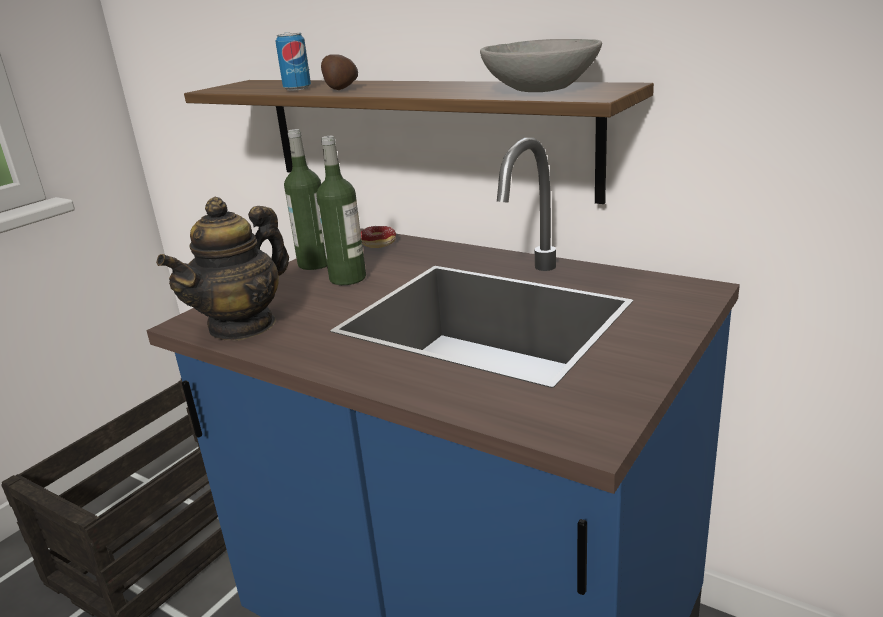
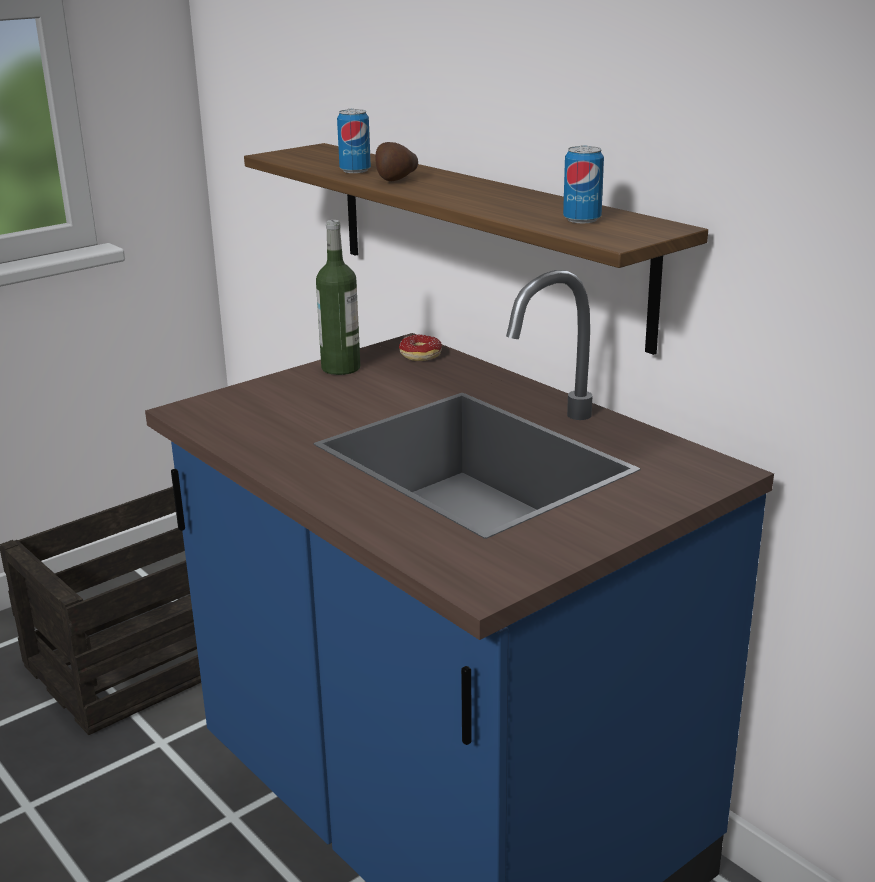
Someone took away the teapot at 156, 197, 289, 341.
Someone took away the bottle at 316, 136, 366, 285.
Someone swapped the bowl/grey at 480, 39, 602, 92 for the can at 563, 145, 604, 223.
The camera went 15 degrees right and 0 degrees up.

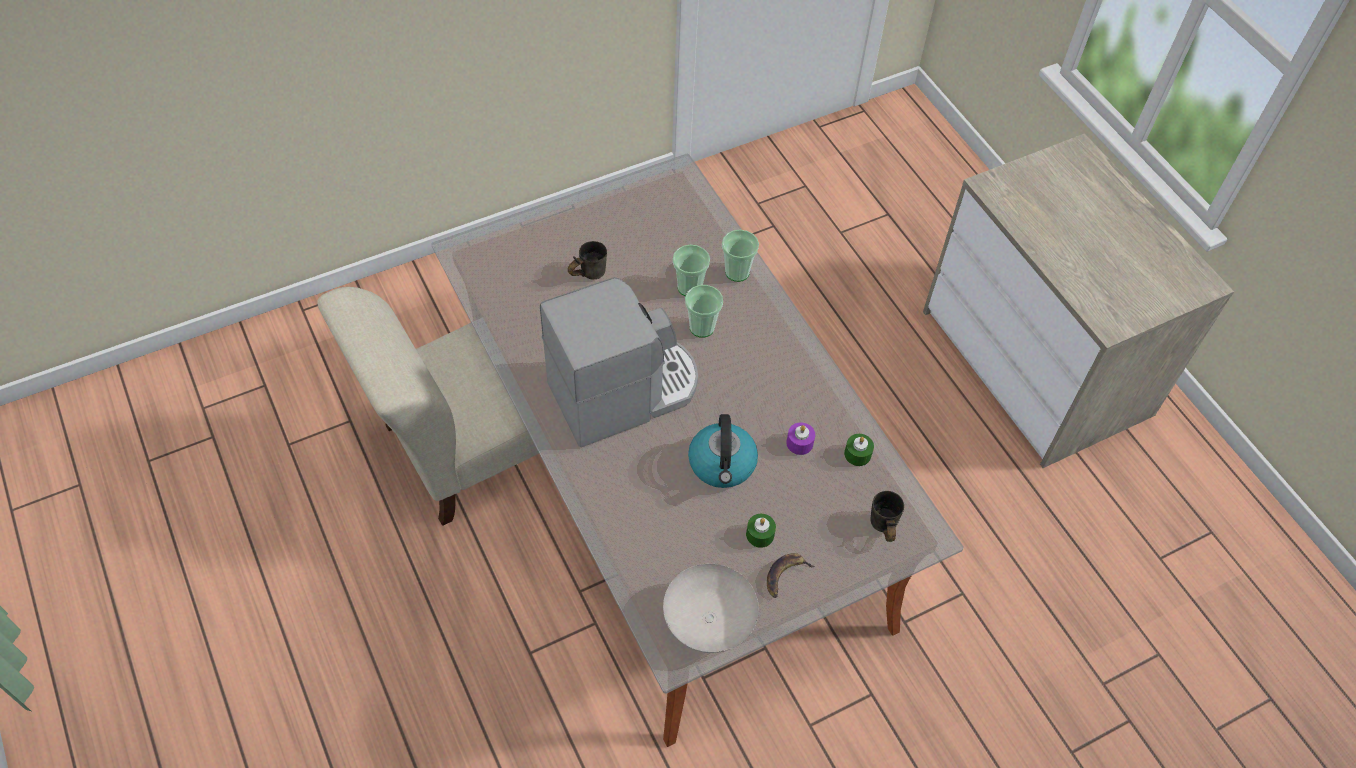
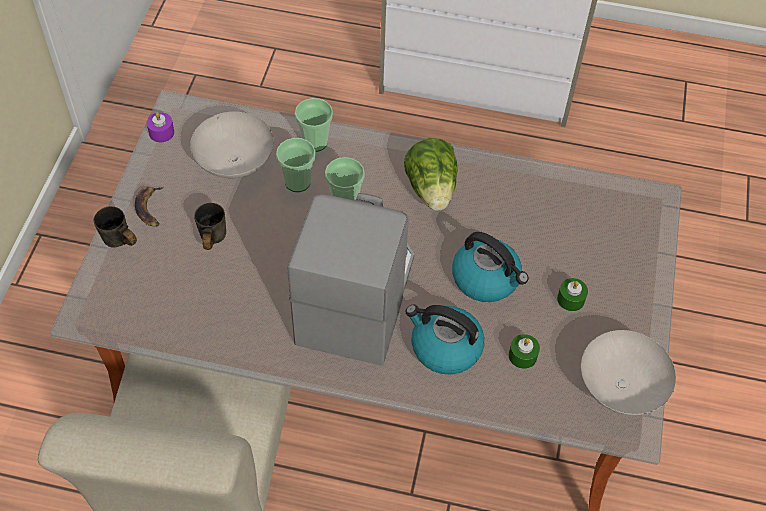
Someone carried the banana from 767, 553, 815, 598 to 135, 186, 164, 226.
Someone carried the candle/purple from 786, 422, 815, 455 to 147, 112, 174, 142.
Someone carried the candle/green from 844, 434, 874, 466 to 509, 334, 540, 369.
Someone carried the mug/grey from 870, 491, 904, 542 to 94, 206, 137, 248.
Someone put down the bowl/white at 190, 112, 274, 178.
Someone put down the lettuce at 404, 138, 458, 211.
Someone put down the kettle at 405, 304, 484, 375.
The camera went 50 degrees left and 0 degrees up.

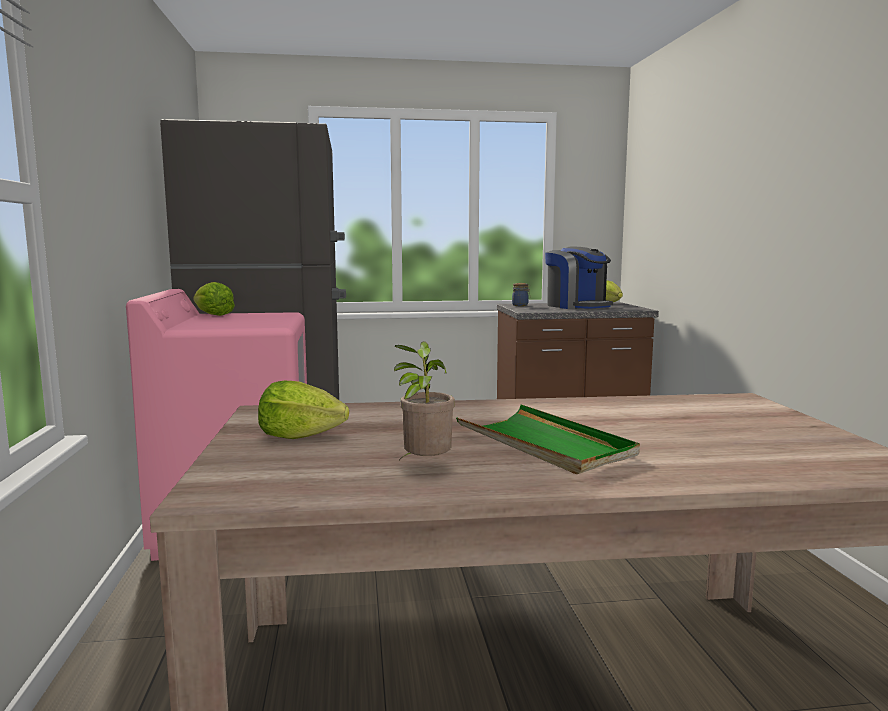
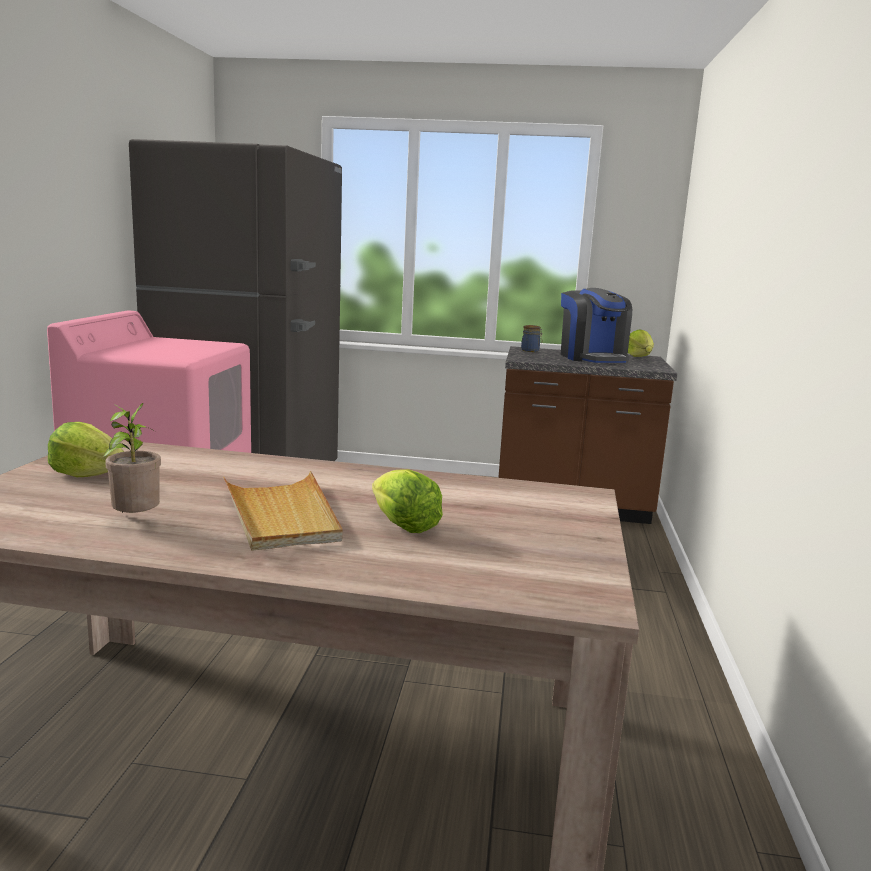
Someone carried the lettuce from 193, 282, 235, 316 to 372, 469, 443, 533.
Someone repainted the tray/green at 456, 405, 640, 474, which became the tray/beige at 223, 471, 342, 551.
The camera went 15 degrees right and 5 degrees up.

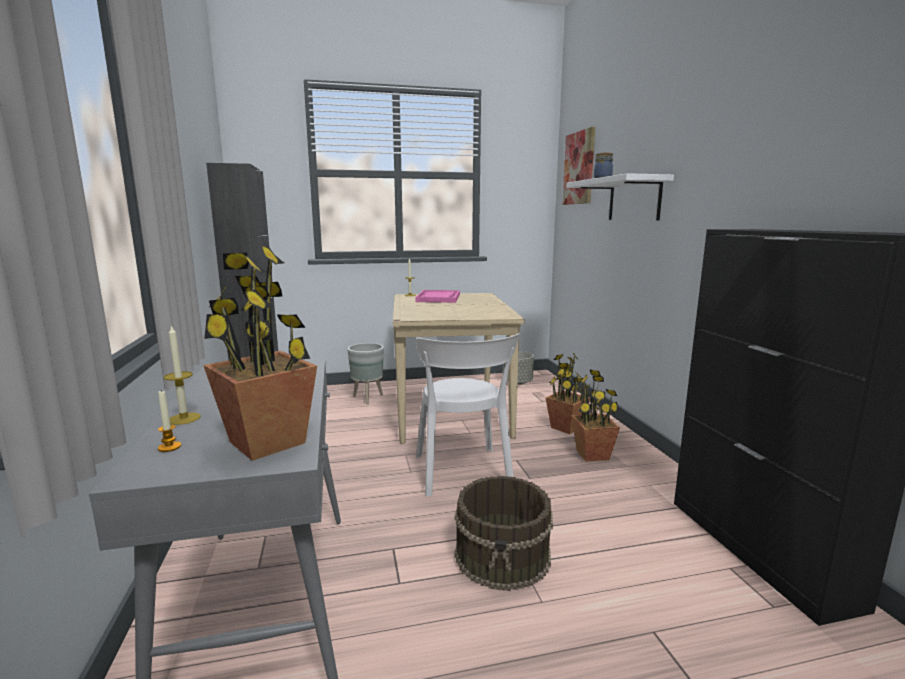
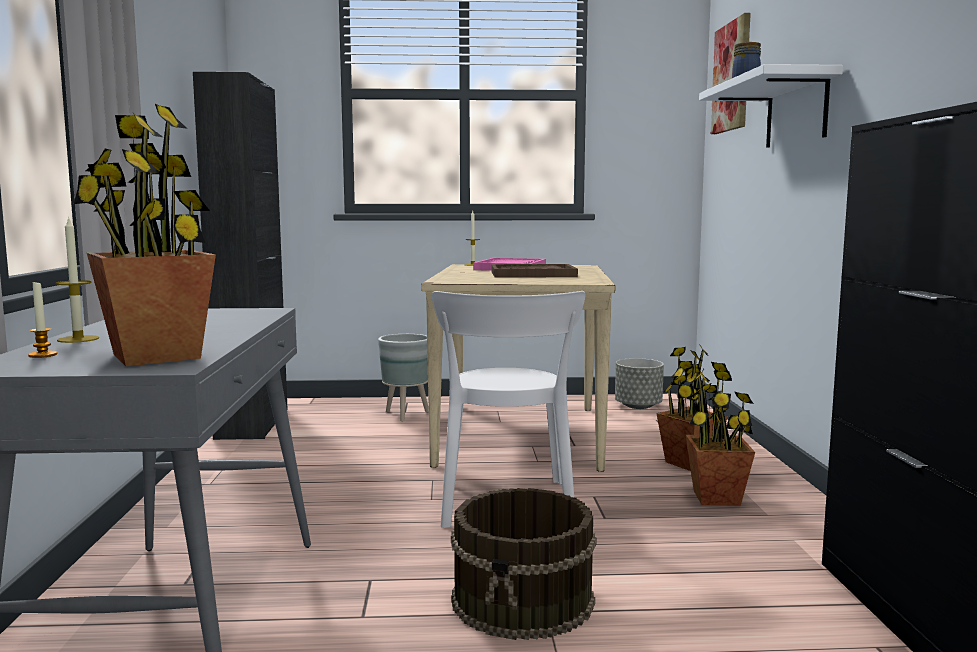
Someone put down the tray/brown at 491, 264, 578, 278.
The camera went 10 degrees right and 5 degrees down.

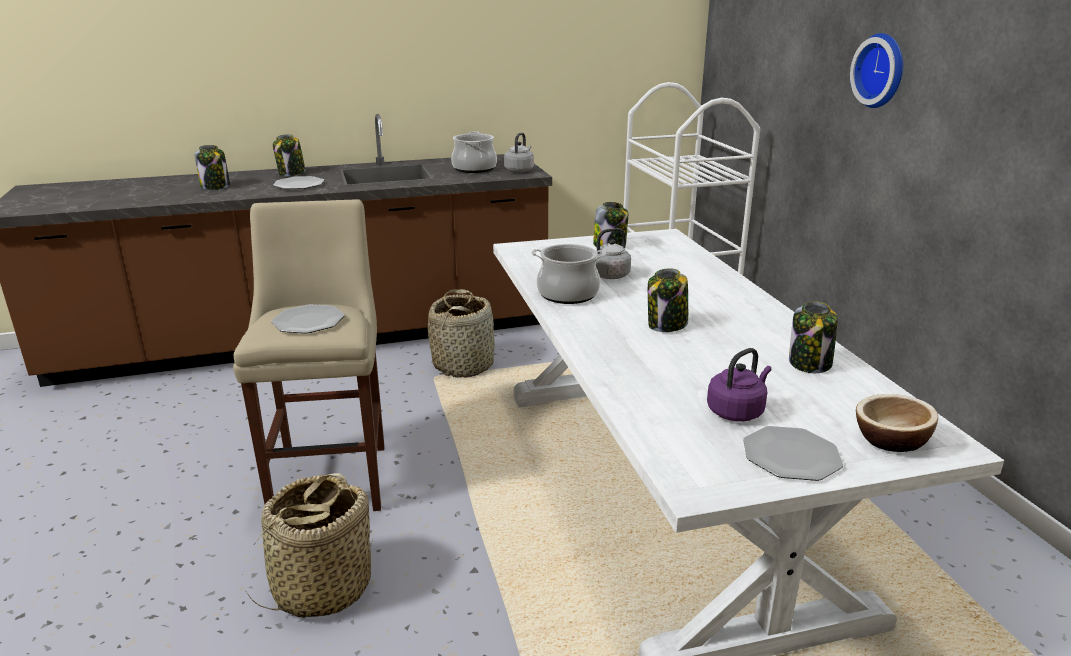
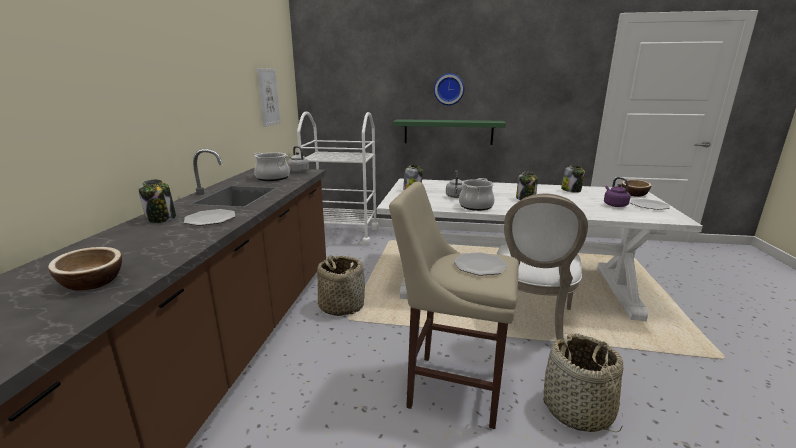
Someone took away the jar at 195, 145, 230, 190.
Someone put down the bowl at 48, 247, 122, 291.
Someone put up the picture at 257, 68, 281, 127.
Someone put up the shelf/green at 393, 119, 506, 145.
Someone put down the chair/white at 496, 194, 588, 340.
The camera went 65 degrees left and 5 degrees down.

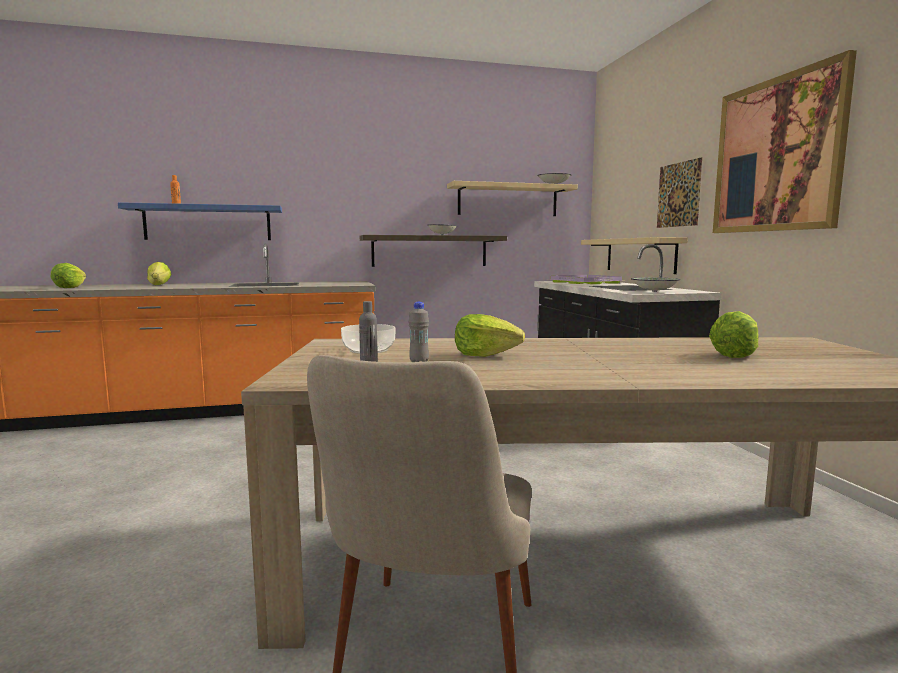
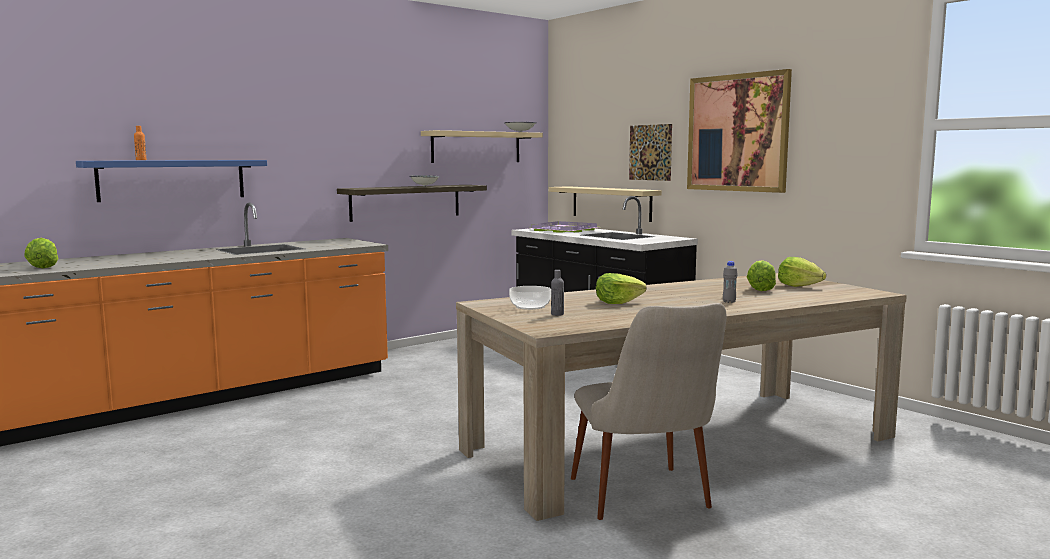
Someone carried the lettuce from 147, 262, 171, 285 to 778, 257, 826, 287.
Someone carried the bottle/grey from 408, 302, 429, 362 to 723, 261, 738, 303.
Someone took away the bowl at 631, 277, 680, 292.
The camera went 25 degrees left and 0 degrees up.

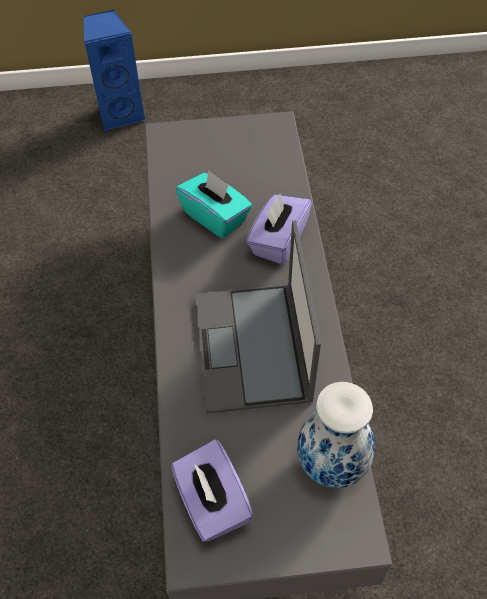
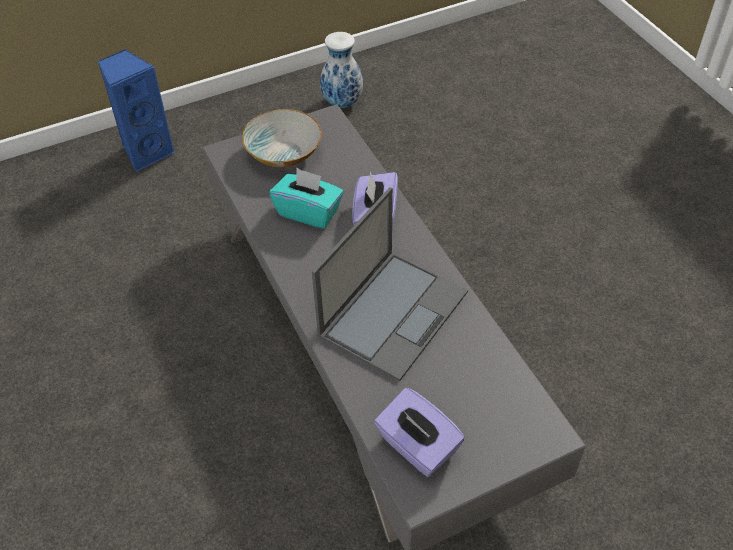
Someone rotated the laptop at 196, 221, 321, 414 by 120 degrees counterclockwise.
Someone carried the vase from 297, 382, 375, 488 to 320, 32, 363, 108.
Someone put down the bowl at 242, 109, 322, 167.
The camera went 20 degrees left and 5 degrees down.

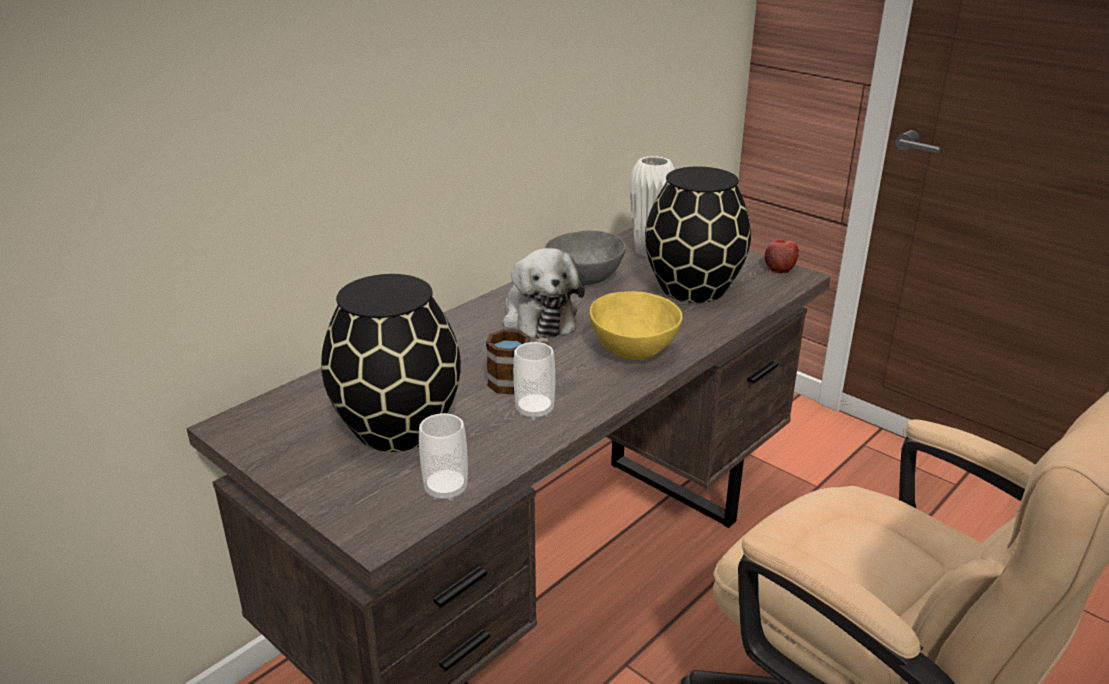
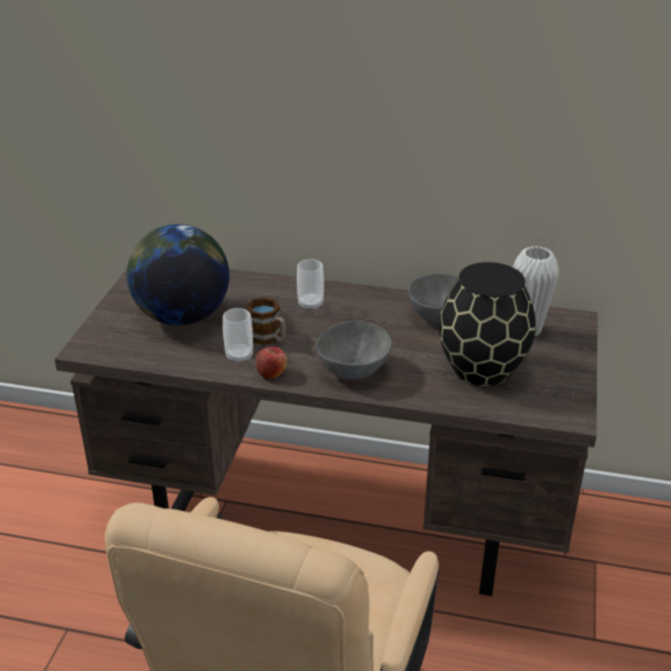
Someone swapped the vase/black at 321, 274, 461, 452 for the globe at 127, 224, 229, 326.
Someone carried the cup from 419, 413, 468, 501 to 297, 259, 324, 310.
Someone took away the plush toy at 503, 248, 585, 339.
Someone repainted the bowl/yellow at 590, 291, 683, 360, which became the bowl/grey at 317, 321, 392, 379.
Someone carried the apple from 765, 240, 799, 273 to 256, 347, 287, 379.
The camera went 60 degrees right and 5 degrees up.

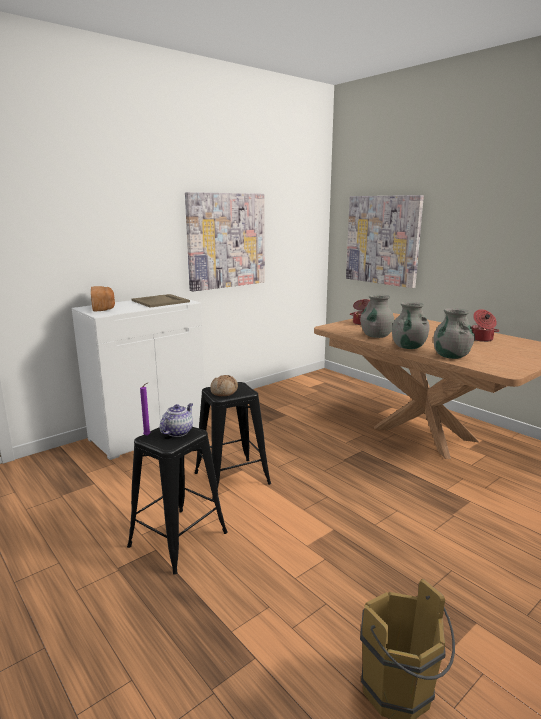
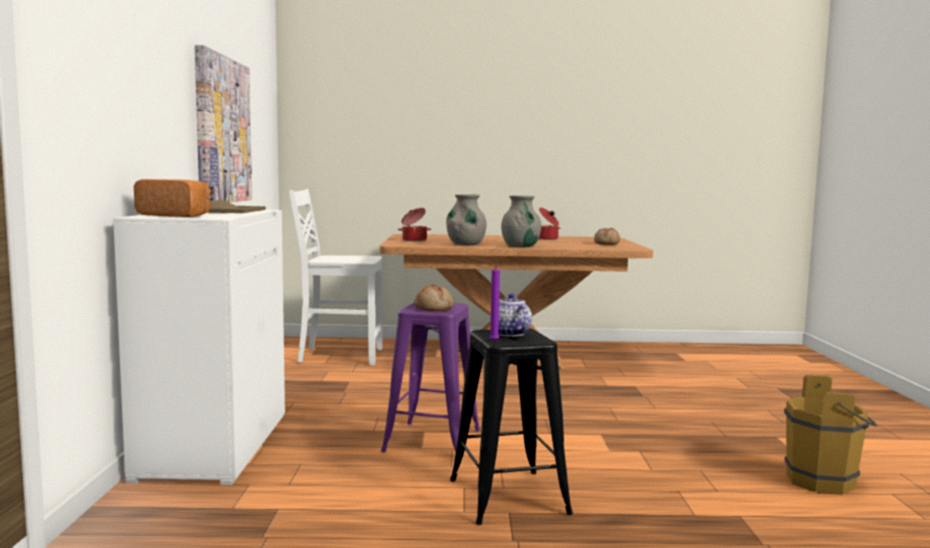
Someone repainted the stool/black at 194, 382, 271, 500, which became the stool/purple at 381, 303, 480, 452.
Someone took away the picture at 346, 195, 424, 288.
Someone took away the vase/grey at 434, 308, 475, 359.
Someone put down the chair/white at 289, 189, 382, 365.
Someone put down the bread at 594, 228, 620, 245.
The camera went 50 degrees left and 10 degrees down.

